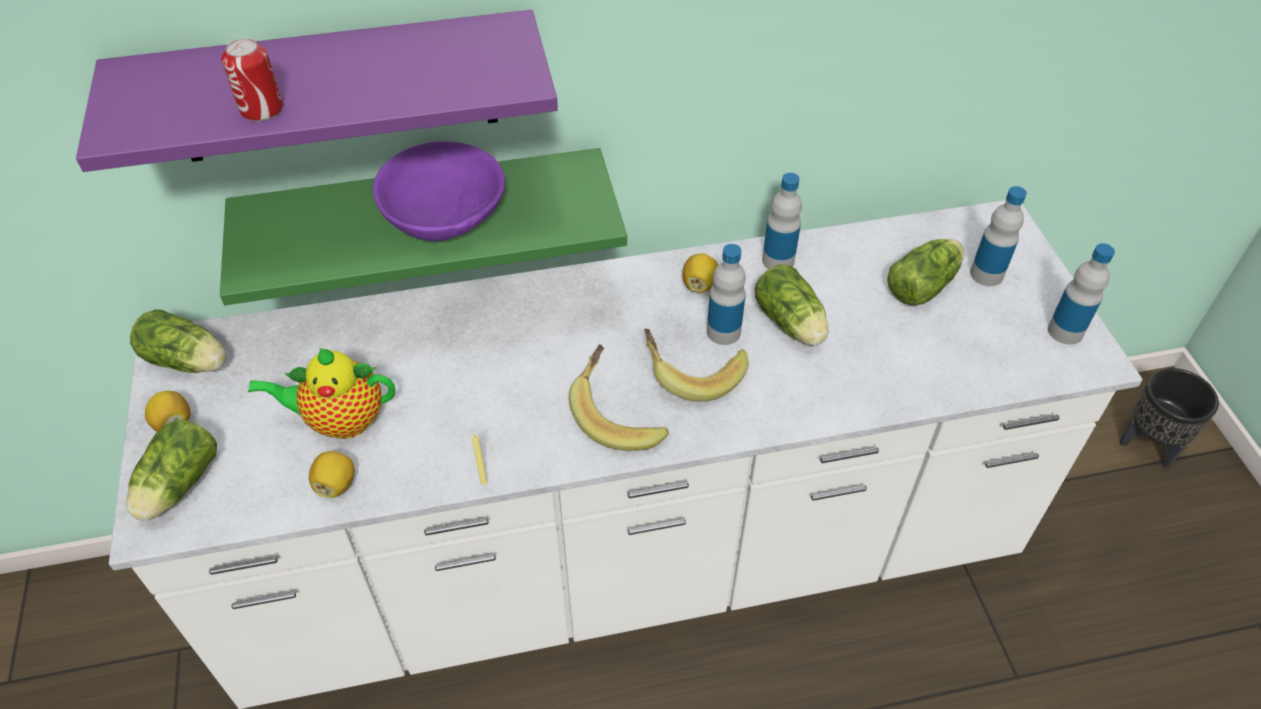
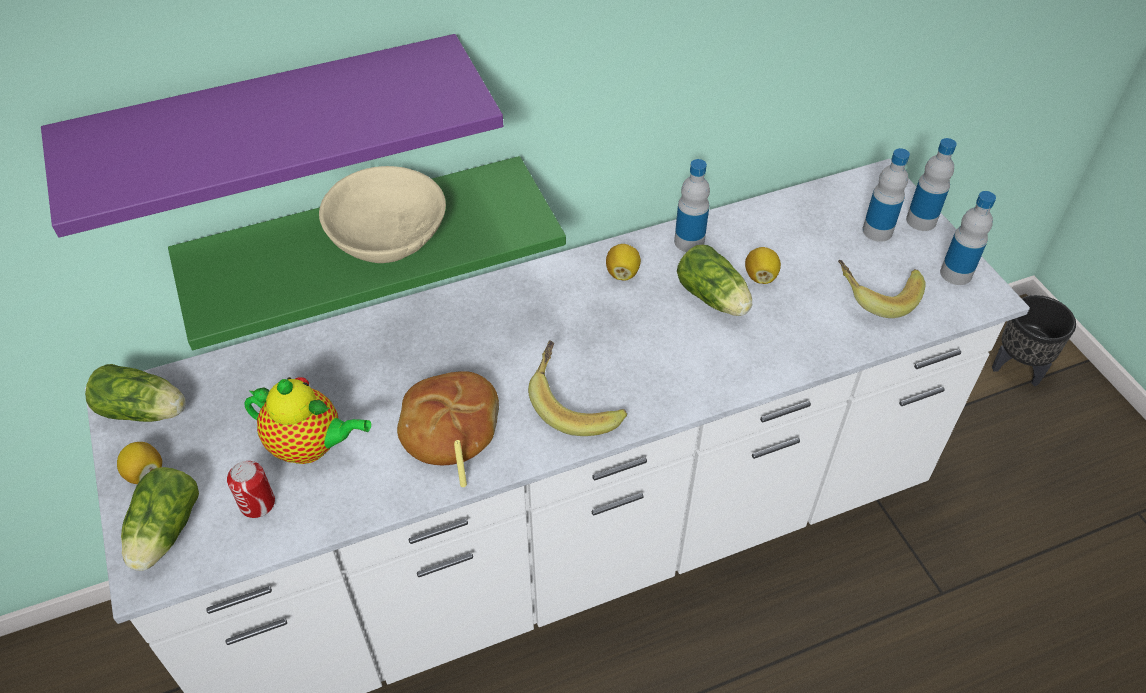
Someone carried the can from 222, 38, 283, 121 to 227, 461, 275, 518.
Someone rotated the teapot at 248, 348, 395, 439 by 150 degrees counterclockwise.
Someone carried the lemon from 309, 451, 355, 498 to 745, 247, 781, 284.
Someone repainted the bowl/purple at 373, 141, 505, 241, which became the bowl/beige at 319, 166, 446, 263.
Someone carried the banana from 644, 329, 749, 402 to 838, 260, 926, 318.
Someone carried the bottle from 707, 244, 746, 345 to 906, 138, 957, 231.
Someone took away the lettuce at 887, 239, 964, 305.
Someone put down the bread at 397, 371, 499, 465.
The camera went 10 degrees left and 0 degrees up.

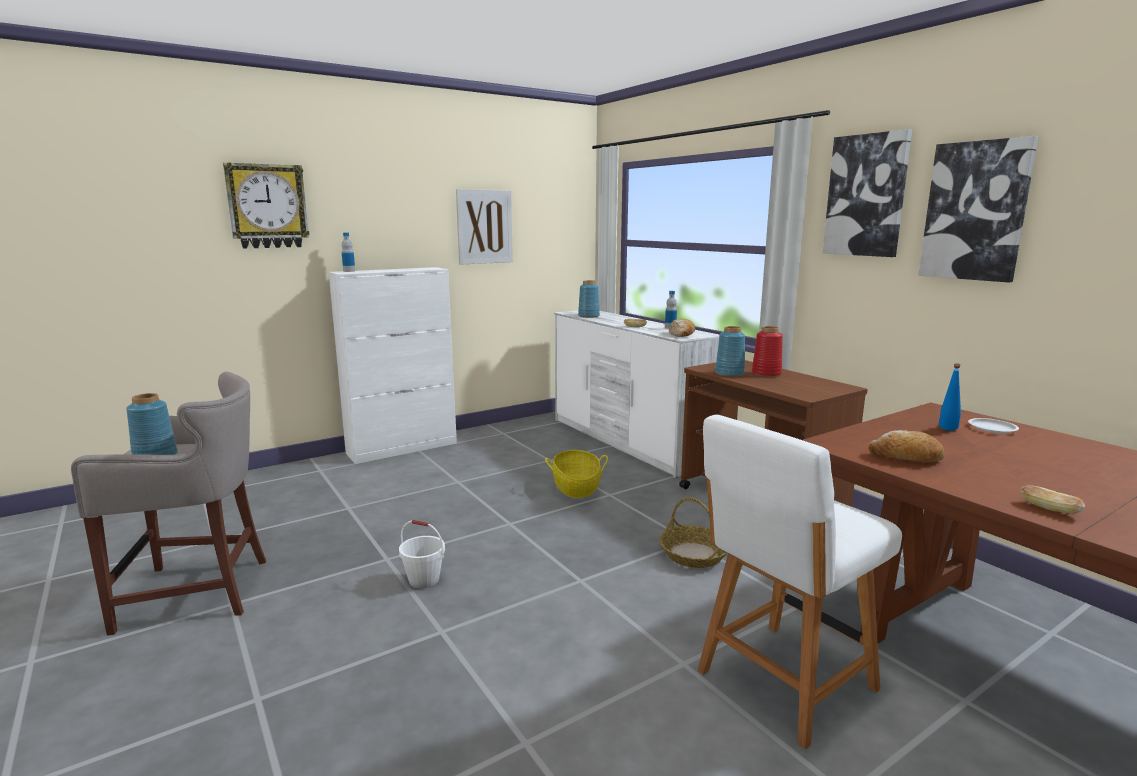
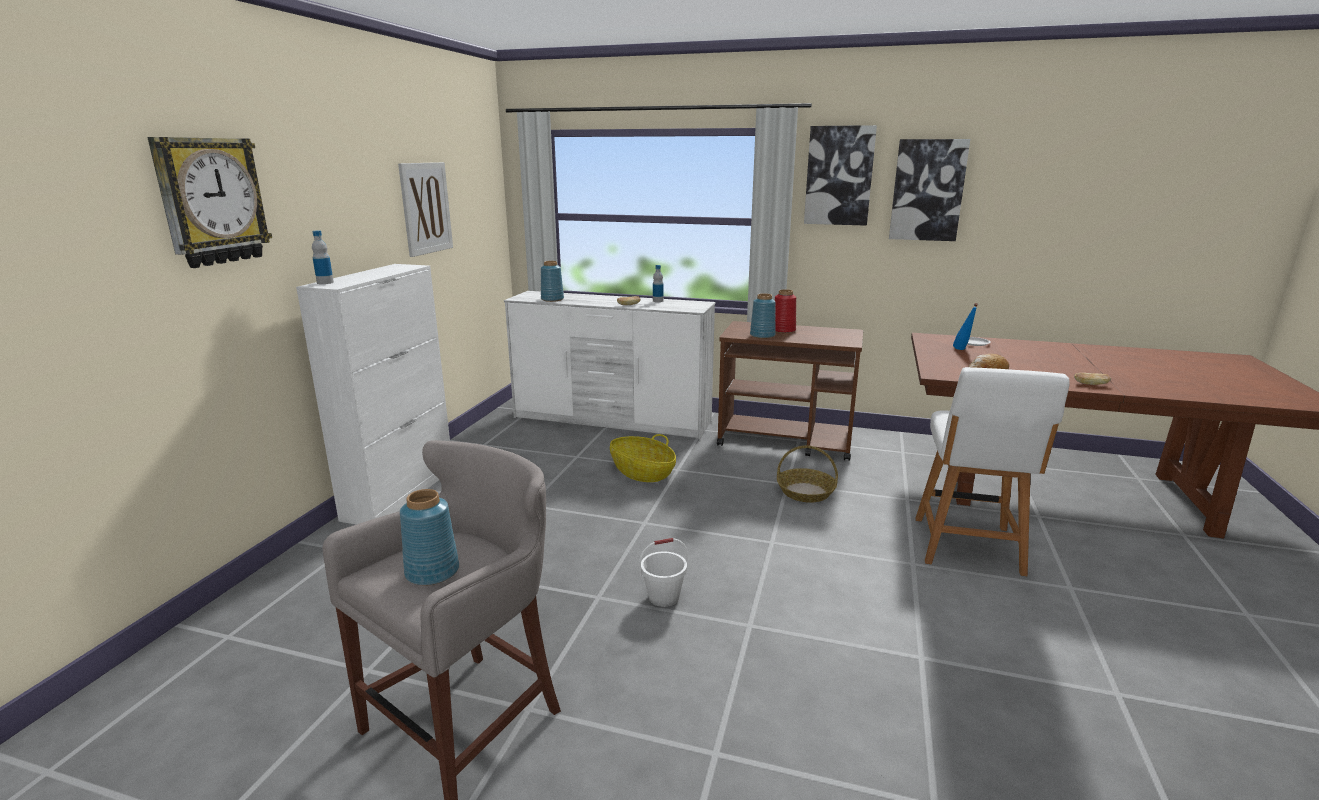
Someone took away the bread at 669, 319, 695, 337.
The camera went 40 degrees left and 5 degrees up.

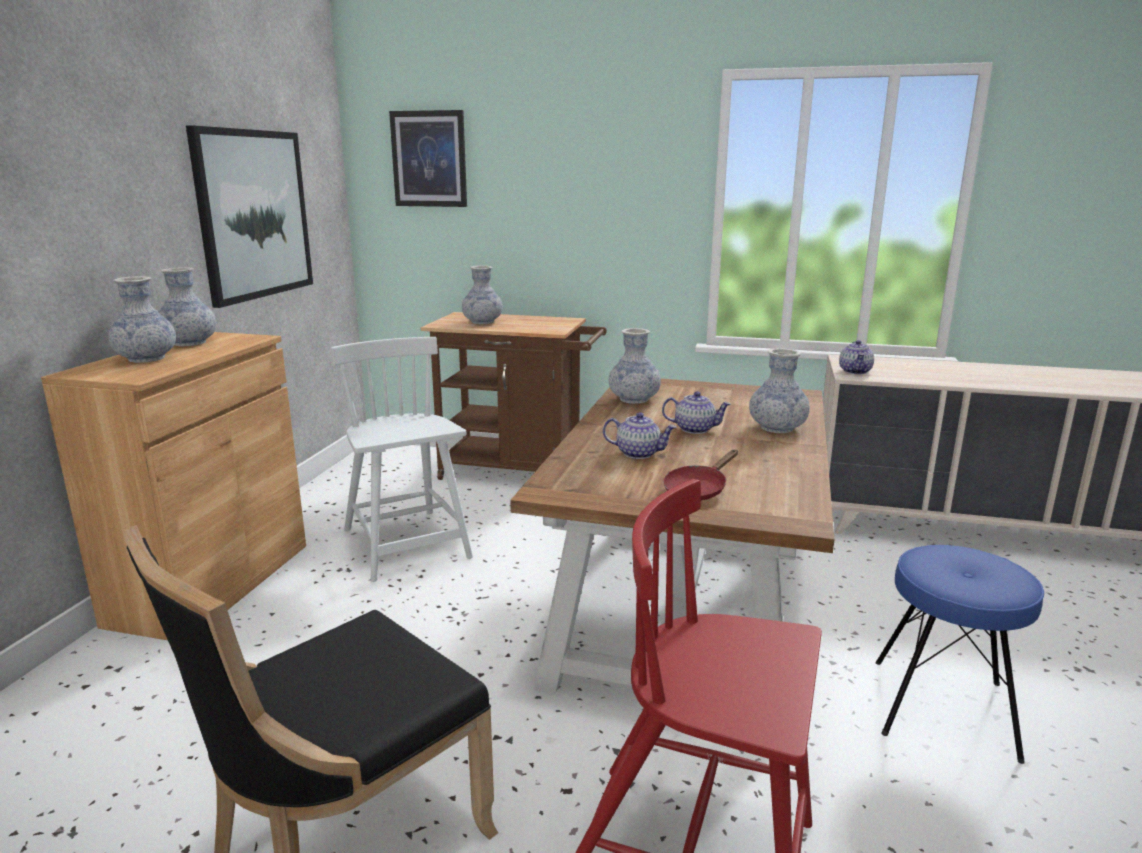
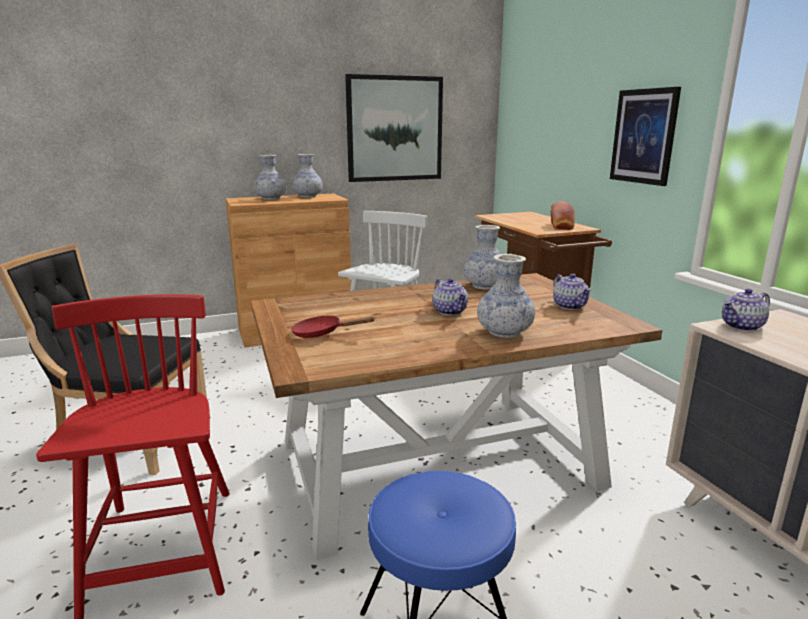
Someone carried the picture from 389, 110, 467, 207 to 610, 87, 681, 186.
Someone took away the vase at 462, 265, 503, 324.
Someone carried the teapot from 603, 412, 676, 459 to 553, 273, 592, 310.
Someone put down the bread at 550, 201, 575, 230.
The camera went 55 degrees right and 0 degrees up.

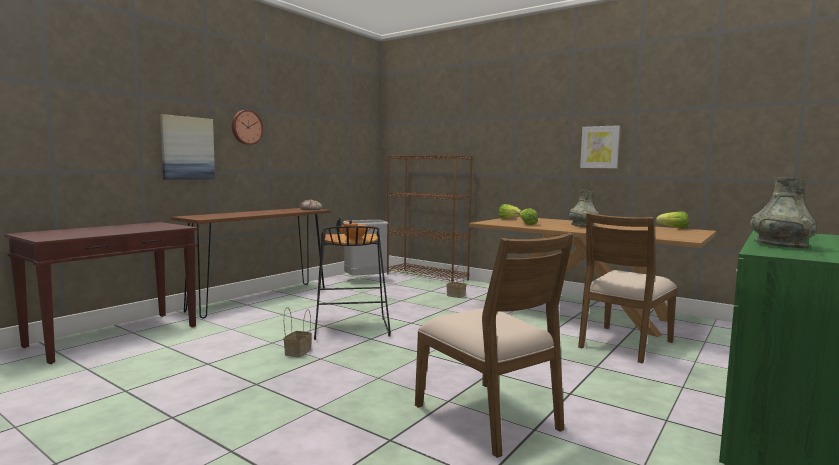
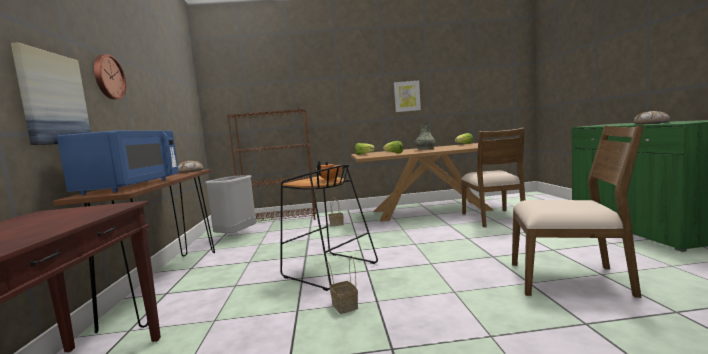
Someone swapped the vase/grey at 750, 177, 816, 248 for the bread at 634, 111, 670, 125.
Someone put down the microwave/blue at 57, 131, 179, 195.
The camera went 40 degrees left and 0 degrees up.

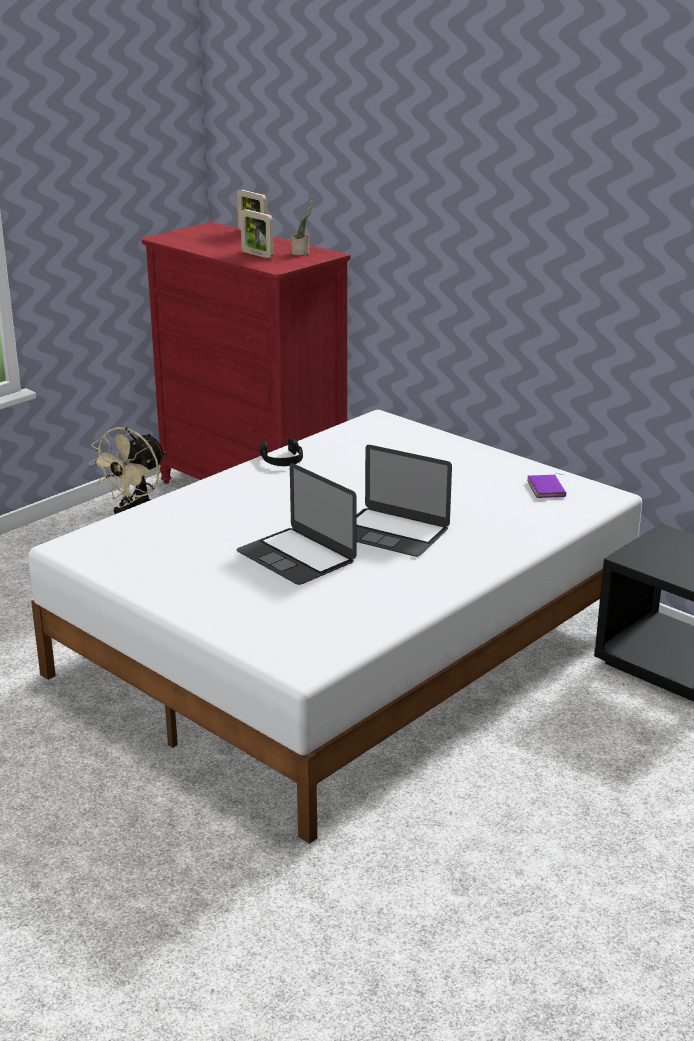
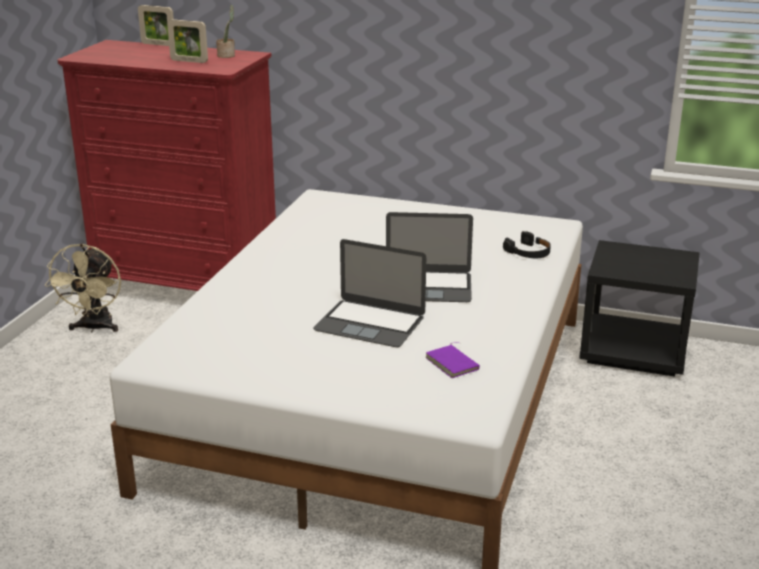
Someone carried the headphones/black from 260, 438, 303, 466 to 503, 231, 551, 258.
Someone carried the book/purple from 527, 473, 567, 498 to 426, 343, 480, 378.
The camera went 25 degrees left and 0 degrees up.

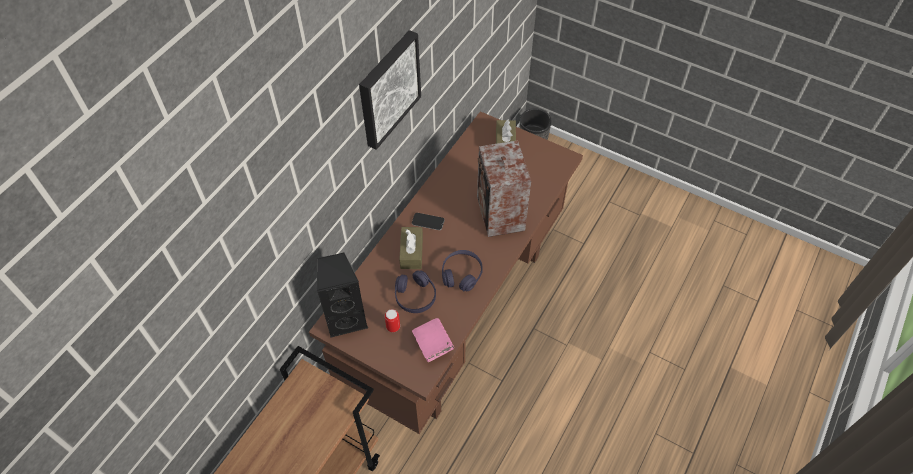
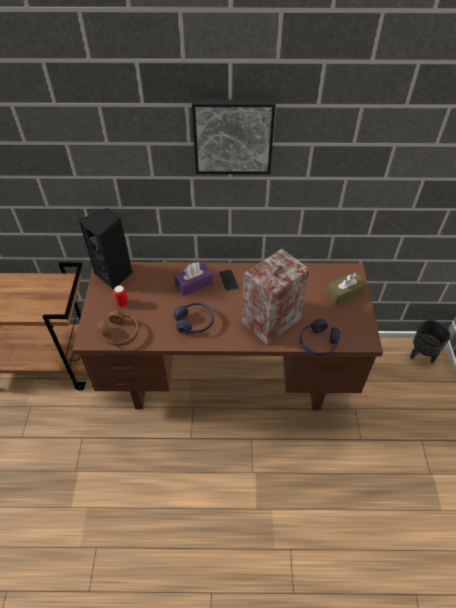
Someone carried the headphones/purple from 395, 270, 436, 313 to 300, 319, 340, 356.
Someone repainted the tissue box/brown at 399, 227, 423, 269, which became the tissue box/purple at 174, 262, 213, 296.
Someone swapped the book/pink at 412, 318, 454, 362 for the headphones/brown at 97, 310, 139, 346.
The camera went 60 degrees right and 5 degrees down.

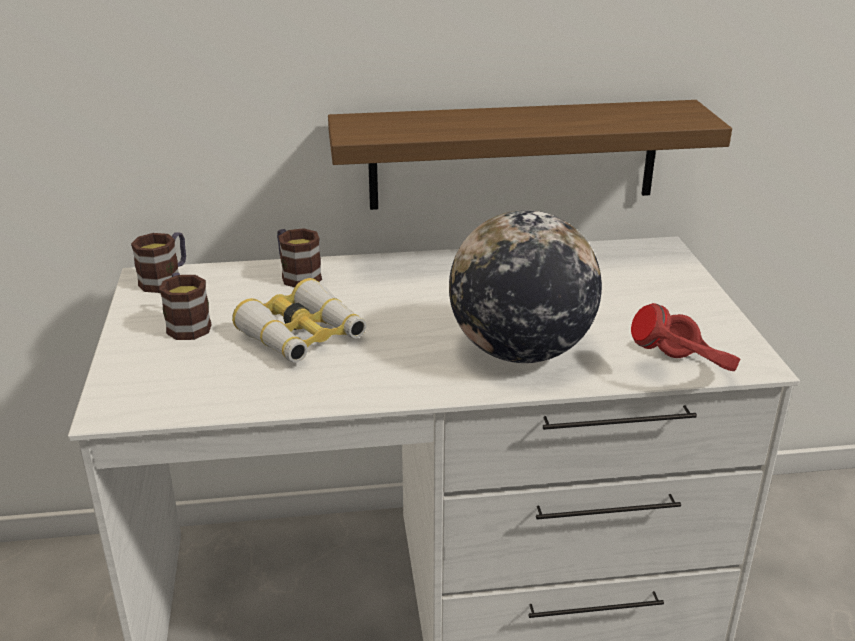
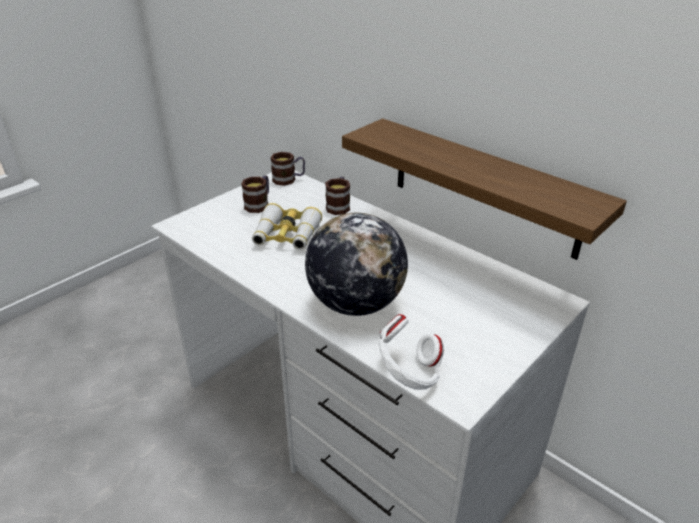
Someone repainted the headphones/red at 631, 303, 740, 371, which became the headphones/white at 379, 314, 444, 390.
The camera went 50 degrees right and 5 degrees up.

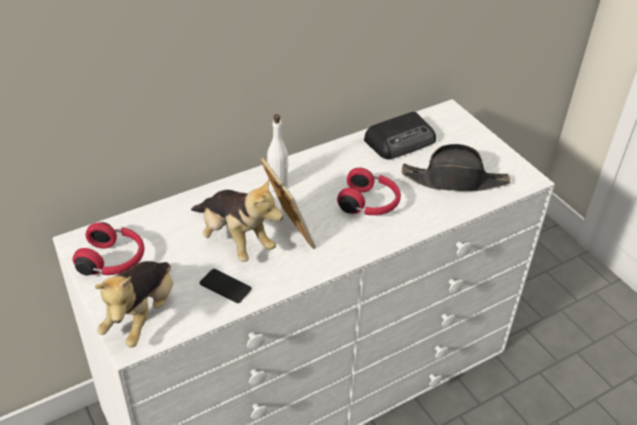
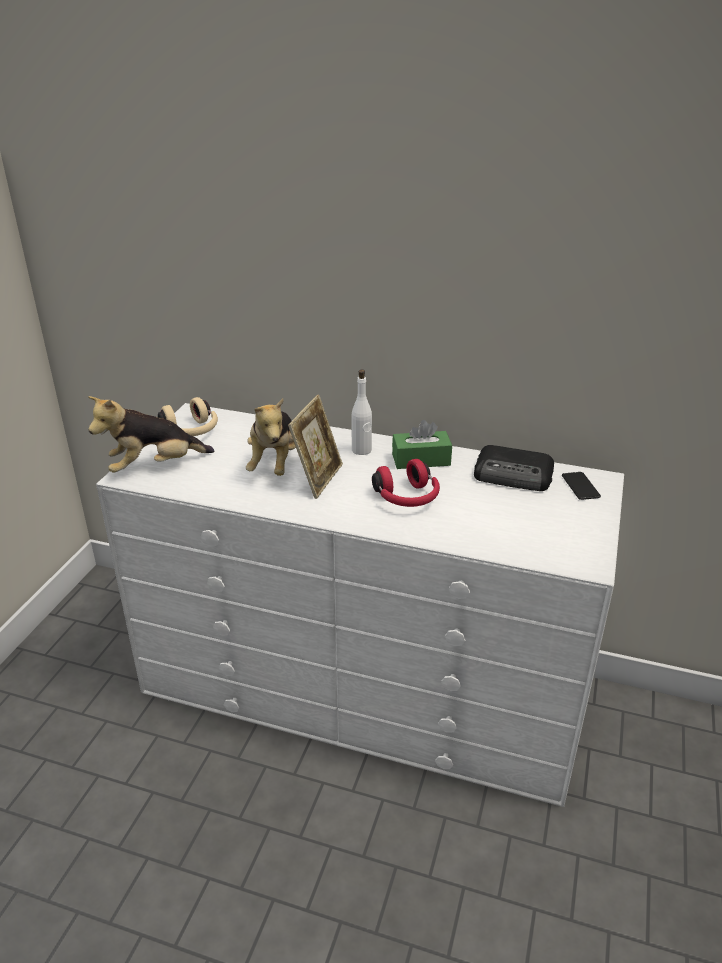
Someone repainted the headphones/red at 73, 222, 144, 275, which became the headphones/beige at 158, 397, 218, 436.
Someone carried the phone from 200, 269, 252, 303 to 562, 472, 601, 500.
Someone took away the hat/black at 402, 144, 510, 191.
Someone put down the tissue box/green at 392, 420, 452, 469.
The camera went 50 degrees right and 10 degrees down.

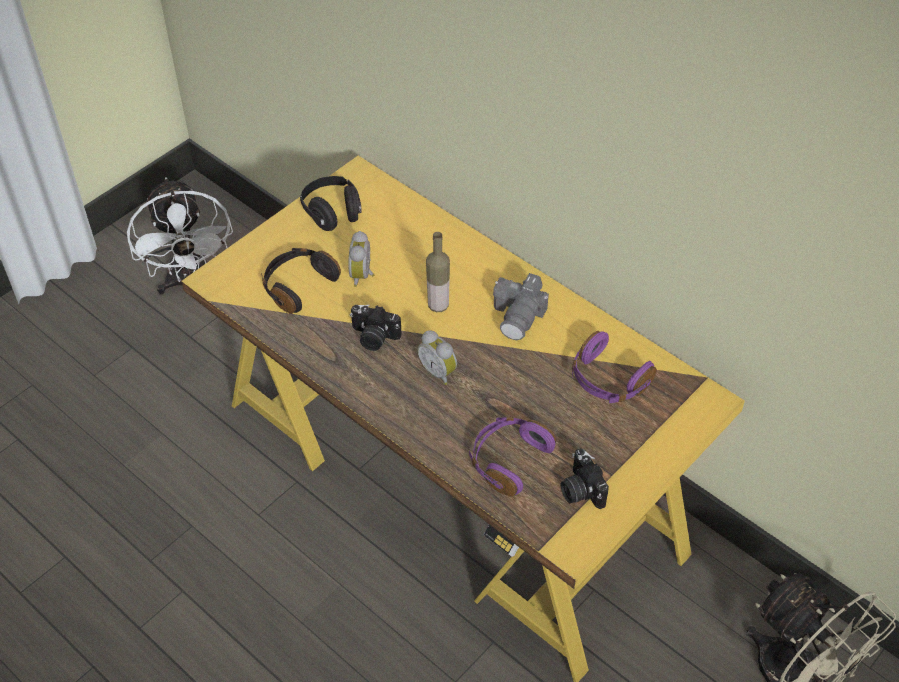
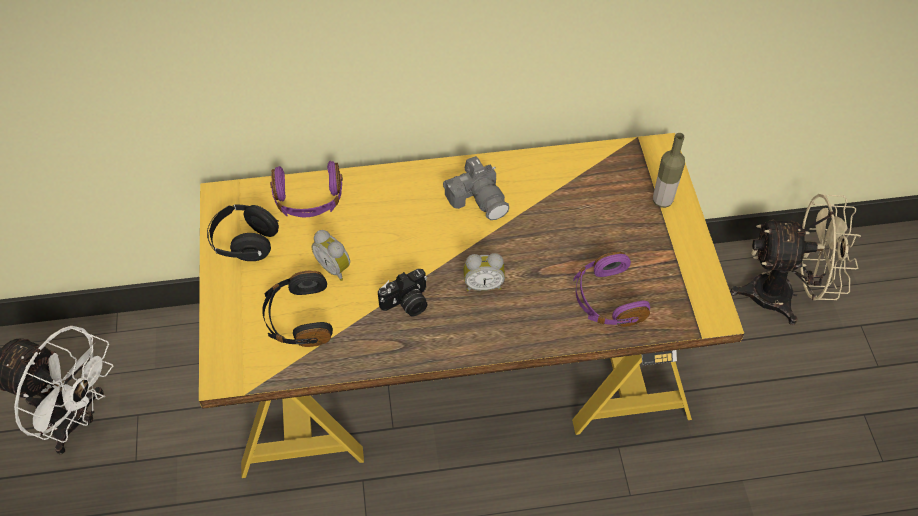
Someone carried the bottle from 426, 232, 450, 312 to 653, 133, 685, 208.
Someone took away the photo camera at 560, 448, 609, 509.
Someone carried the headphones/purple from 572, 331, 656, 403 to 270, 161, 343, 217.
The camera went 50 degrees left and 5 degrees up.

